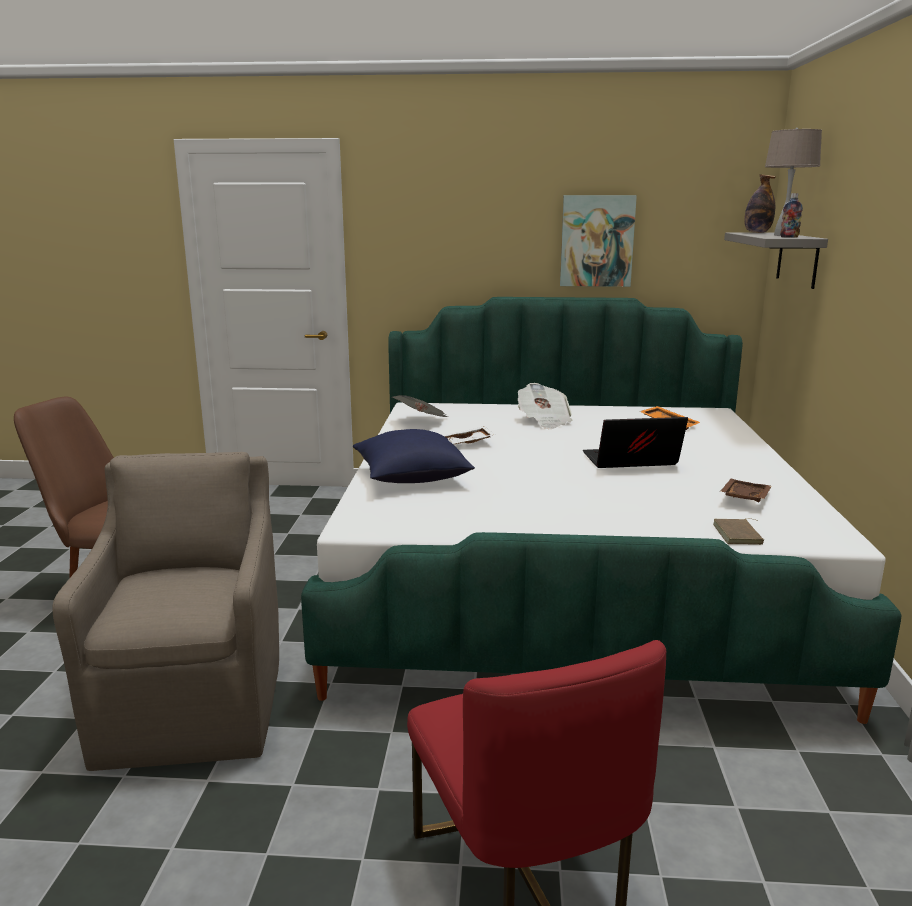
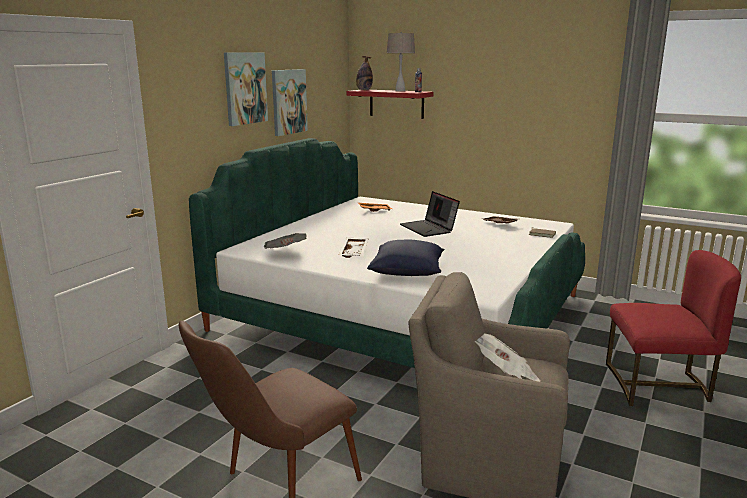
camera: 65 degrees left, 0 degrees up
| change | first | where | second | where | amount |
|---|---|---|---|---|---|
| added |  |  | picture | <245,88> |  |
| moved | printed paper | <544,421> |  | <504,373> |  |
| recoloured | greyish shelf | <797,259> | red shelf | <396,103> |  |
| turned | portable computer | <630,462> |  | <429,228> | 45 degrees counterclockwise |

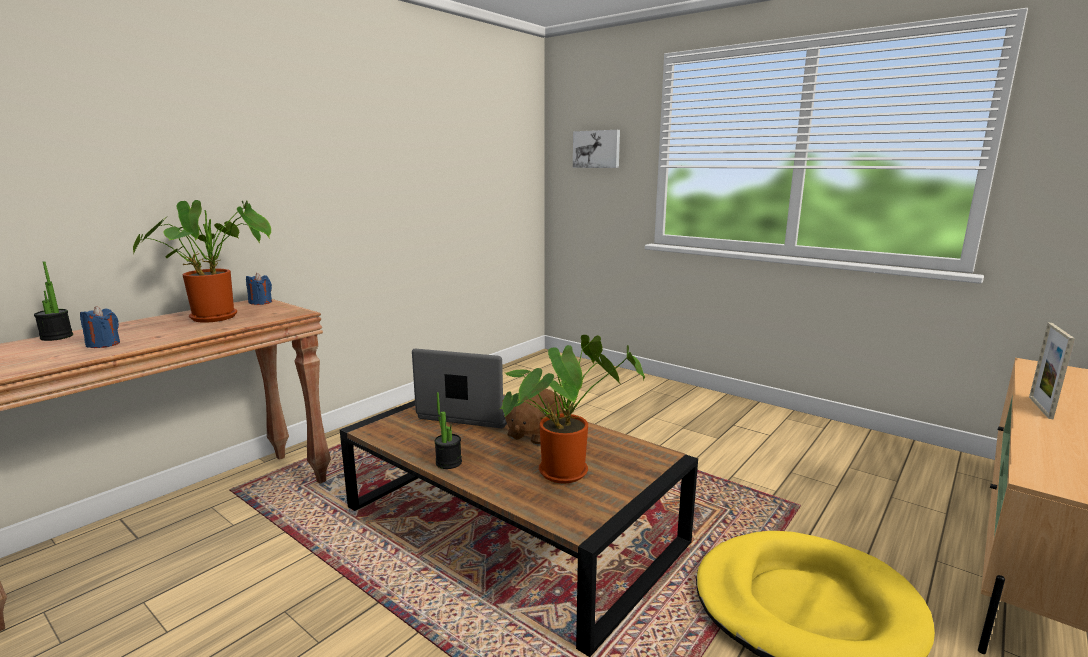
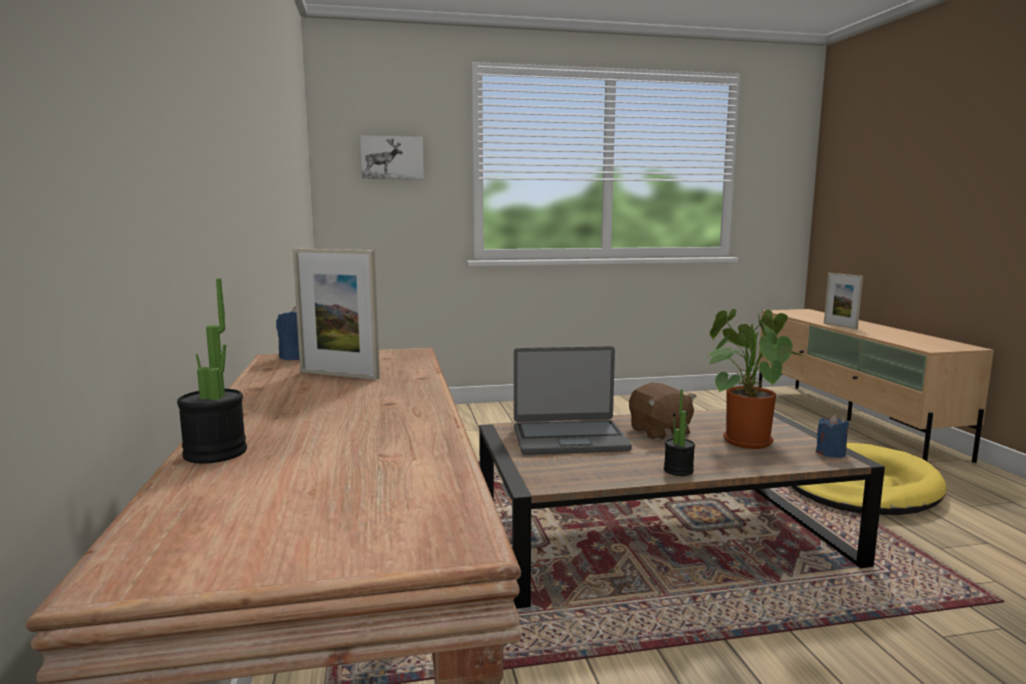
camera: 50 degrees left, 5 degrees down
| change | first | where | second | where | amount |
|---|---|---|---|---|---|
| moved | blue-coloured wax candle | <104,344> |  | <830,453> |  |
| replaced | houseplant | <220,317> | standing frame | <339,375> |  |
| turned | portable computer | <471,411> |  | <569,438> | 150 degrees counterclockwise |

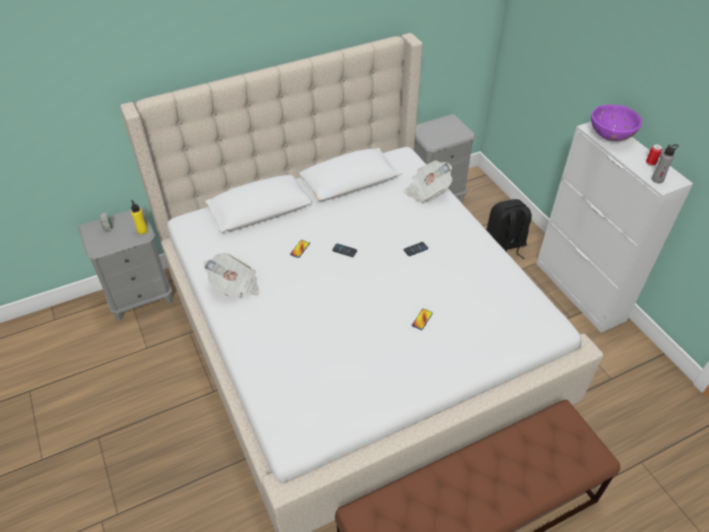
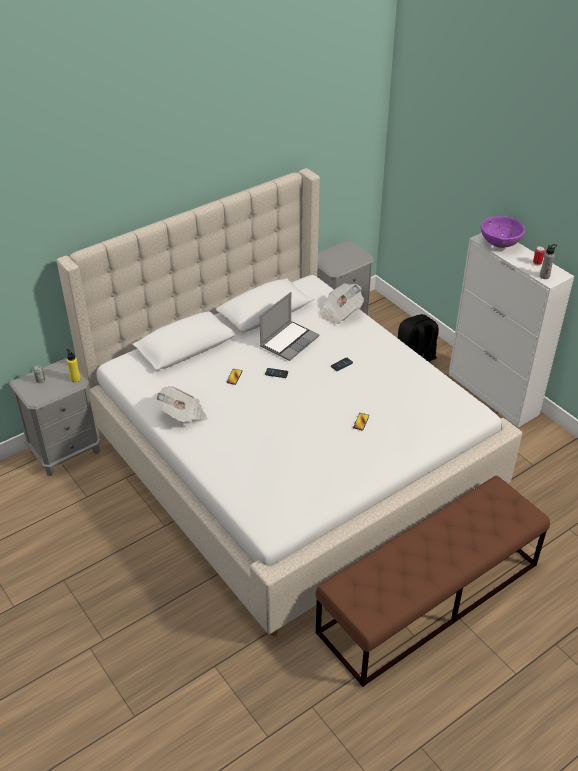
camera: 10 degrees left, 5 degrees down
| change | first | where | second | where | amount |
|---|---|---|---|---|---|
| added |  |  | portable computer | <289,341> |  |

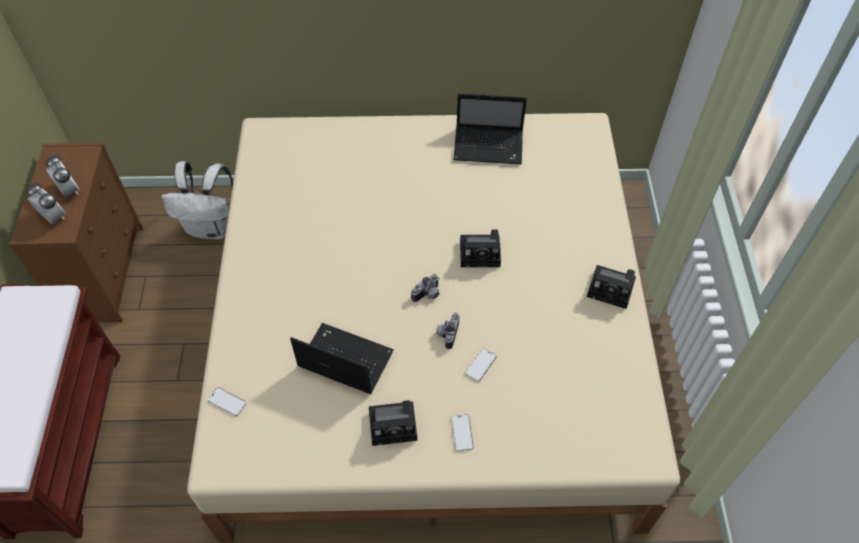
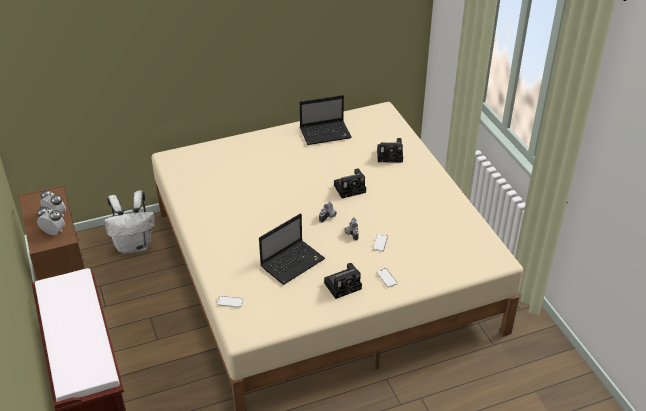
camera: 20 degrees left, 15 degrees down
| change | first | where | second | where | amount |
|---|---|---|---|---|---|
| moved | photo camera | <612,290> |  | <391,155> |  |
| turned | portable computer | <343,360> |  | <293,262> | 135 degrees clockwise |

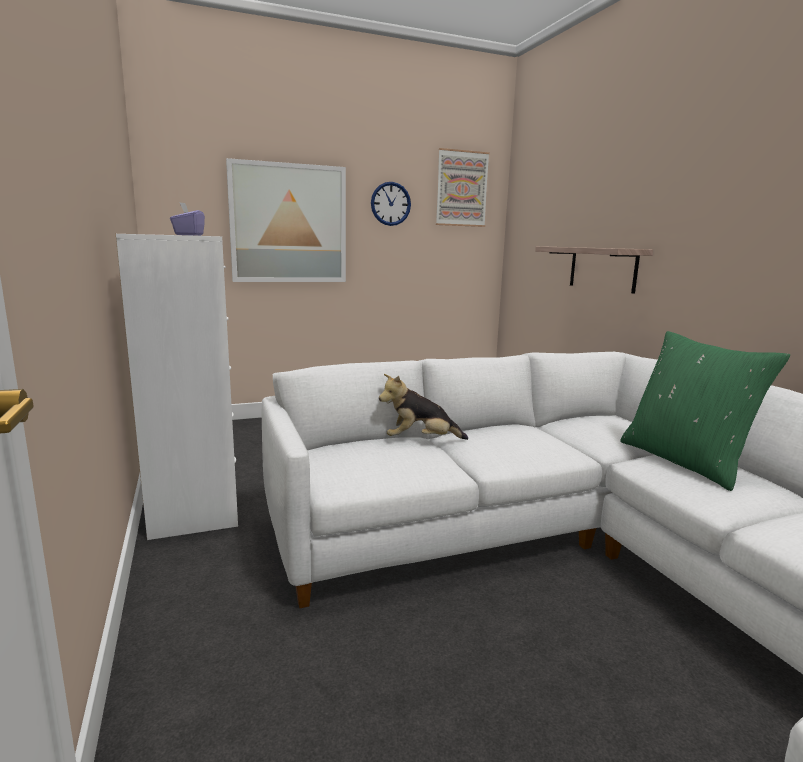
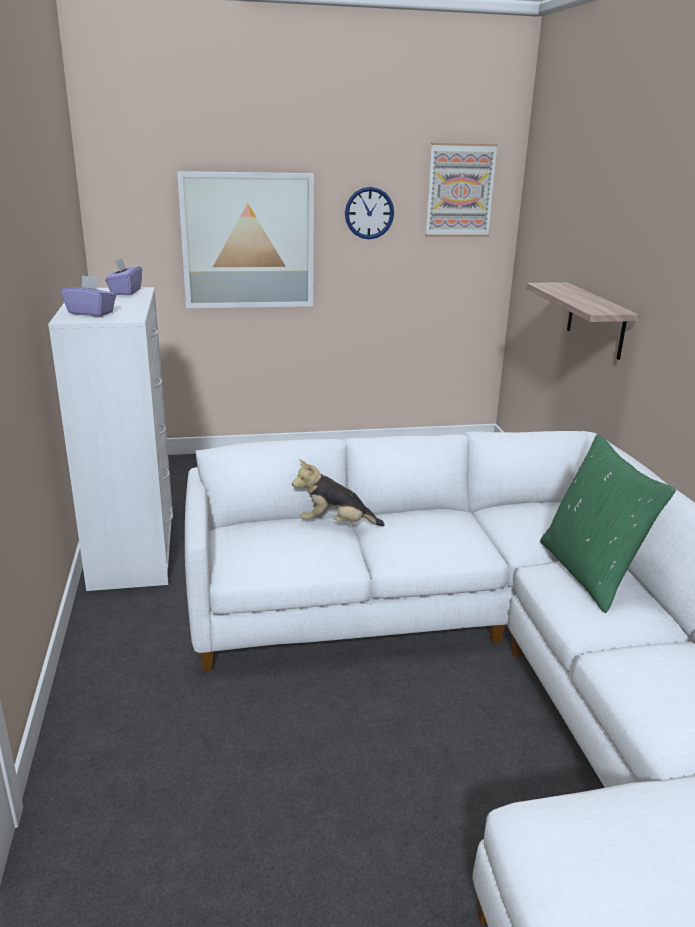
camera: 10 degrees right, 10 degrees up
| change | first | where | second | where | amount |
|---|---|---|---|---|---|
| added |  |  | purple-coloured tissue holder | <91,313> |  |

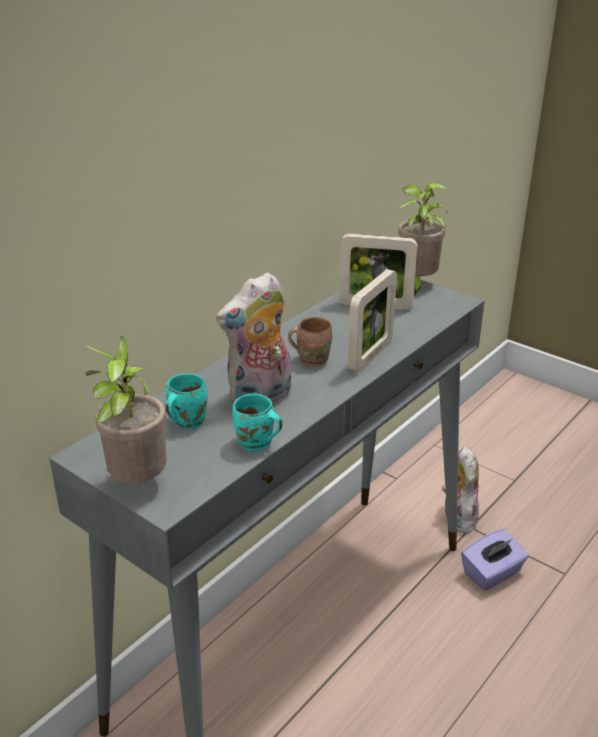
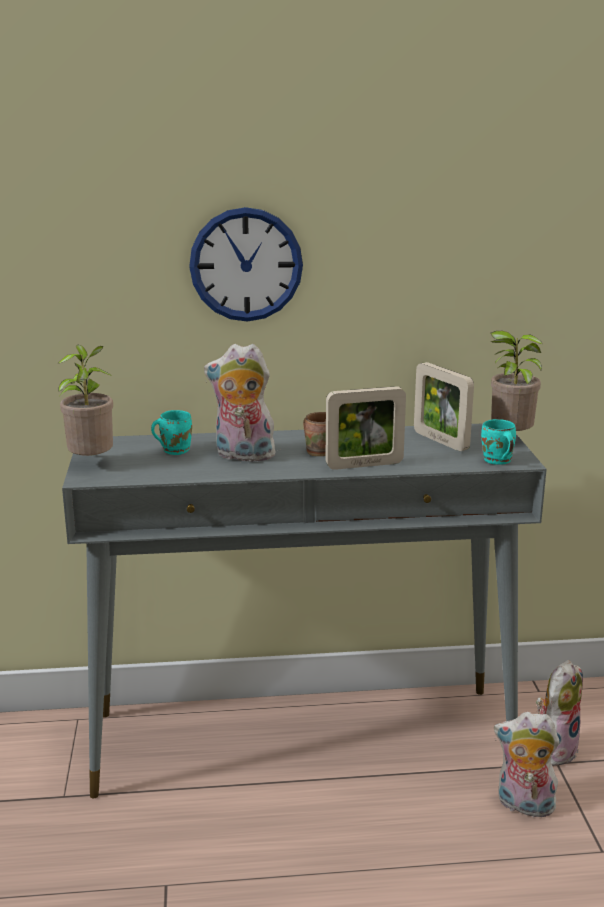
camera: 45 degrees right, 10 degrees down
| change | first | where | second | where | amount |
|---|---|---|---|---|---|
| added |  |  | wall clock | <246,265> |  |
| moved | turquoise-coloured tea mug | <256,444> |  | <496,461> |  |
| replaced | purple-coloured tissue holder | <492,573> | plush toy | <523,806> |  |

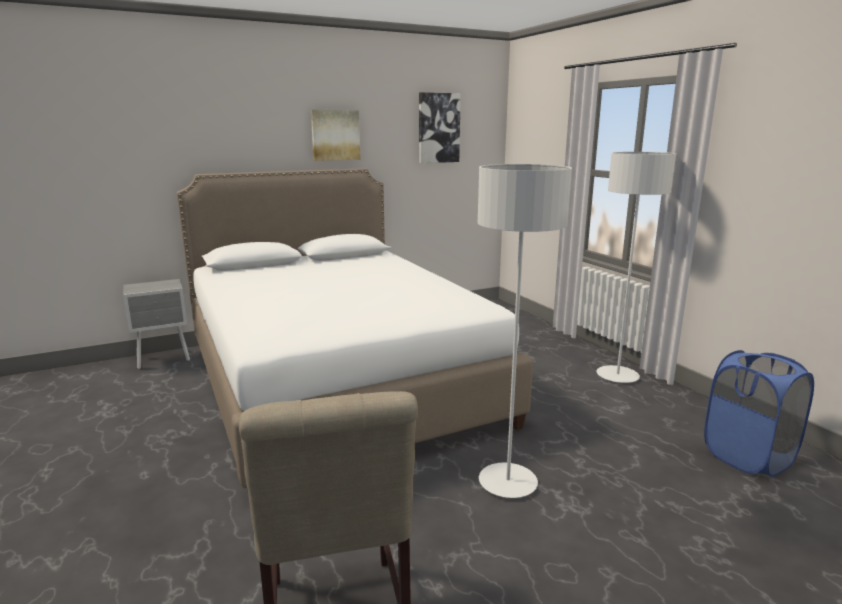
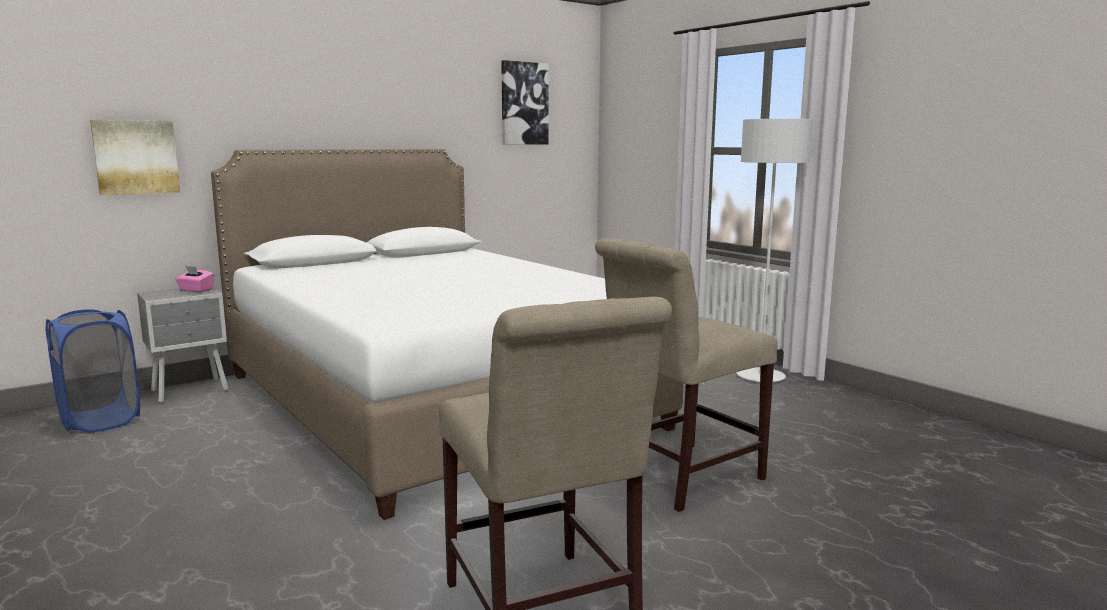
camera: 10 degrees left, 5 degrees down
| change | first | where | second | where | amount |
|---|---|---|---|---|---|
| added |  |  | pinkish tissue holder | <195,290> |  |
| moved | picture | <335,135> |  | <136,157> |  |
| moved | blue-coloured laundry basket | <748,457> |  | <100,420> |  |
| replaced | greyish standard lamp | <507,482> | beige-coloured plain chair | <678,477> |  |

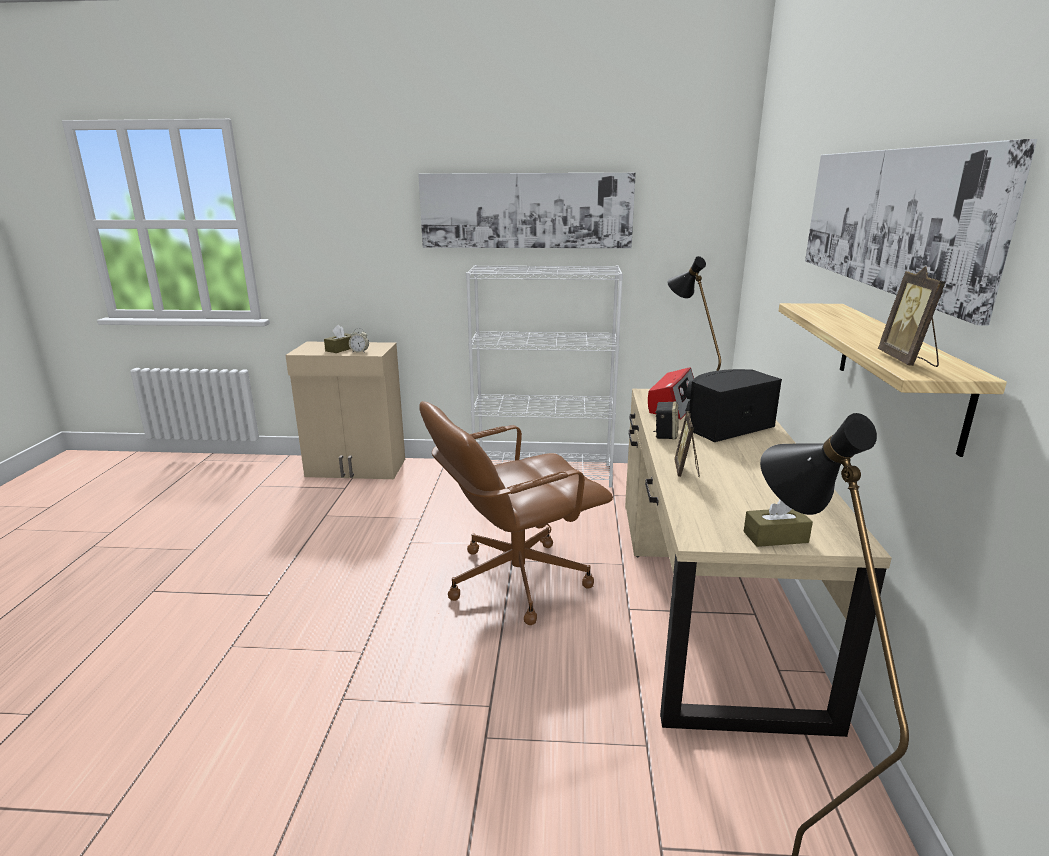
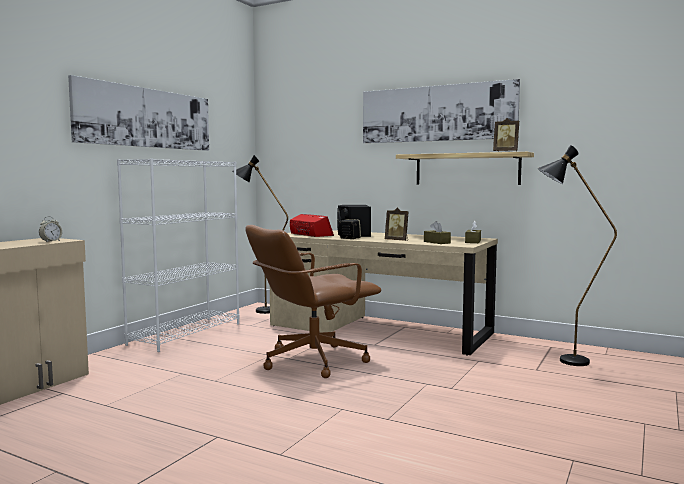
camera: 65 degrees left, 15 degrees down
| change | first | where | second | where | amount |
|---|---|---|---|---|---|
| moved | brownish tissue holder | <341,349> |  | <437,242> |  |
| turned | brownish office chair | <515,579> |  | <312,361> | 60 degrees clockwise |

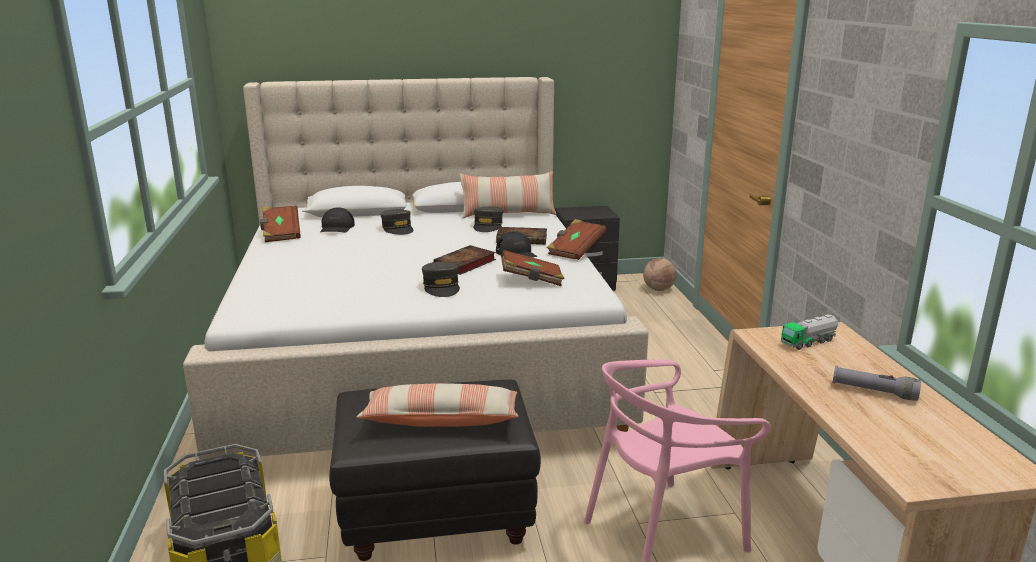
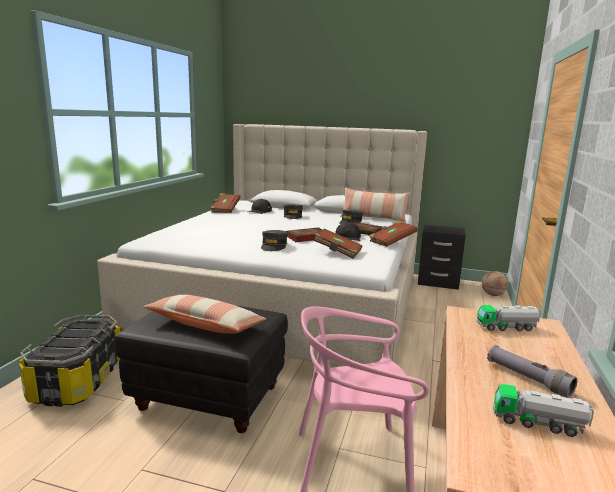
camera: 25 degrees right, 5 degrees down
| change | first | where | second | where | amount |
|---|---|---|---|---|---|
| added |  |  | toy truck | <538,423> |  |

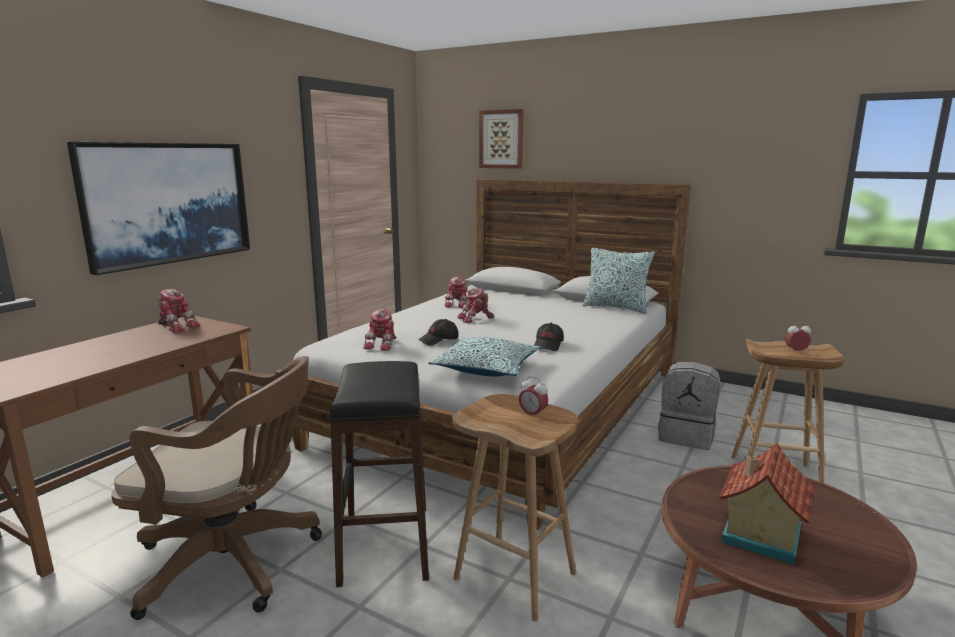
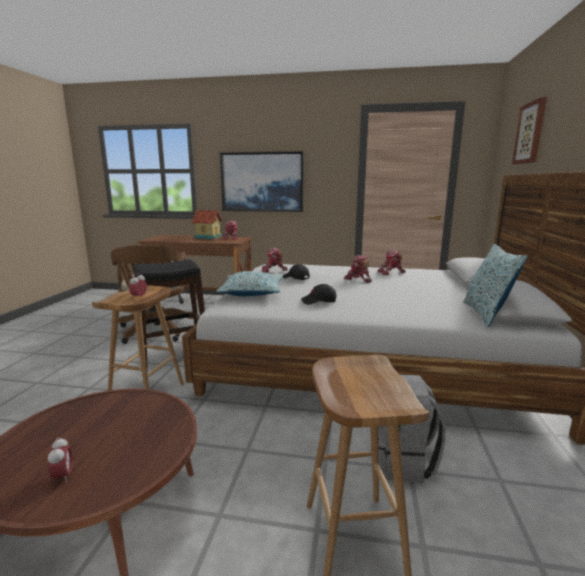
camera: 70 degrees right, 0 degrees up
| change | first | where | second | where | amount |
|---|---|---|---|---|---|
| moved | miniature house | <758,535> |  | <208,237> |  |
| moved | alarm clock | <795,351> |  | <63,476> |  |

